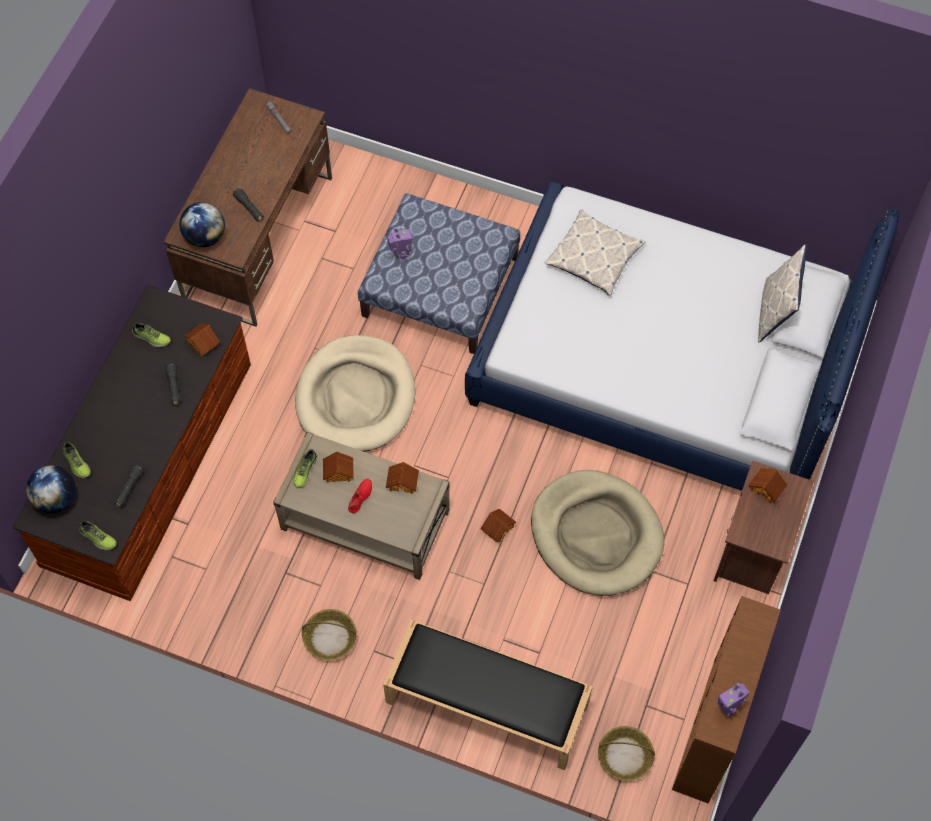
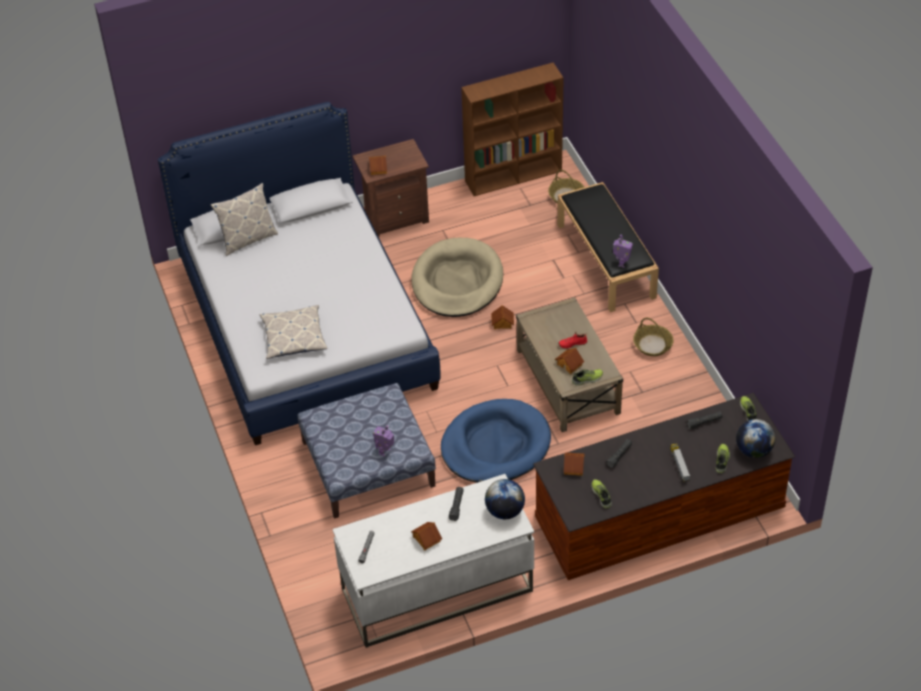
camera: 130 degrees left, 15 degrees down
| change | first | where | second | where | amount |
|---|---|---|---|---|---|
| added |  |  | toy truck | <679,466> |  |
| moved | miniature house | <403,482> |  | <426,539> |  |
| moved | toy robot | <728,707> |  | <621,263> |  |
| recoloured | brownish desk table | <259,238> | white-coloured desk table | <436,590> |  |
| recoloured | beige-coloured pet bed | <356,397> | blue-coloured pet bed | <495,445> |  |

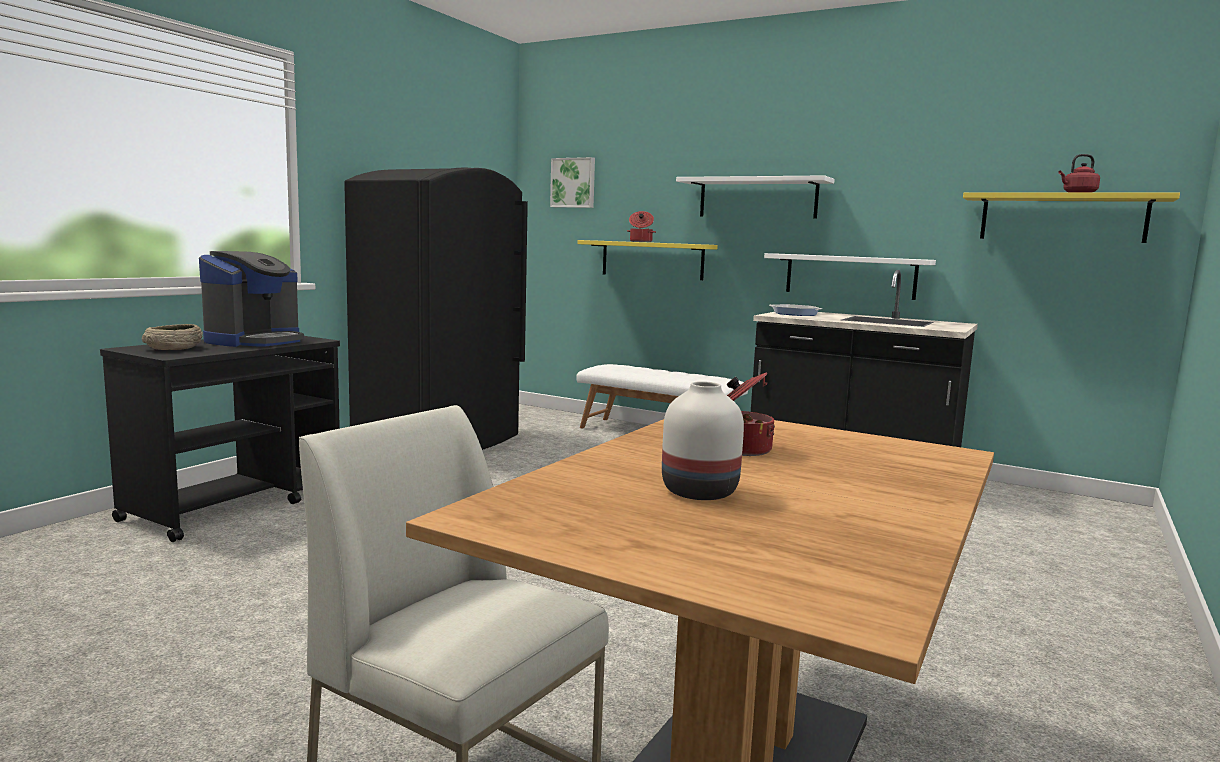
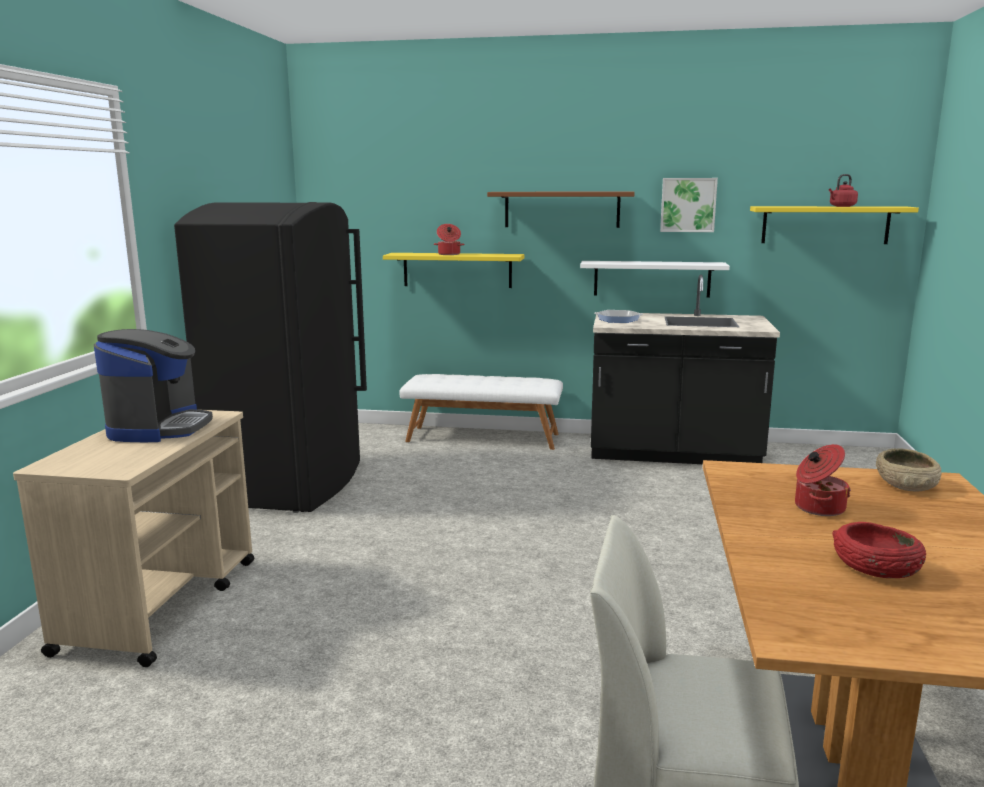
camera: 20 degrees left, 5 degrees up
| change | first | where | second | where | amount |
|---|---|---|---|---|---|
| moved | beige-coloured serving bowl | <174,348> |  | <906,484> |  |
| moved | picture | <573,183> |  | <688,205> |  |
| replaced | white-coloured flower vase | <699,492> | red serving bowl | <874,567> |  |
| recoloured | black trolley | <237,504> | beige-coloured trolley | <161,604> |  |
| recoloured | white-coloured shelf | <757,198> | brownish shelf | <562,209> |  |

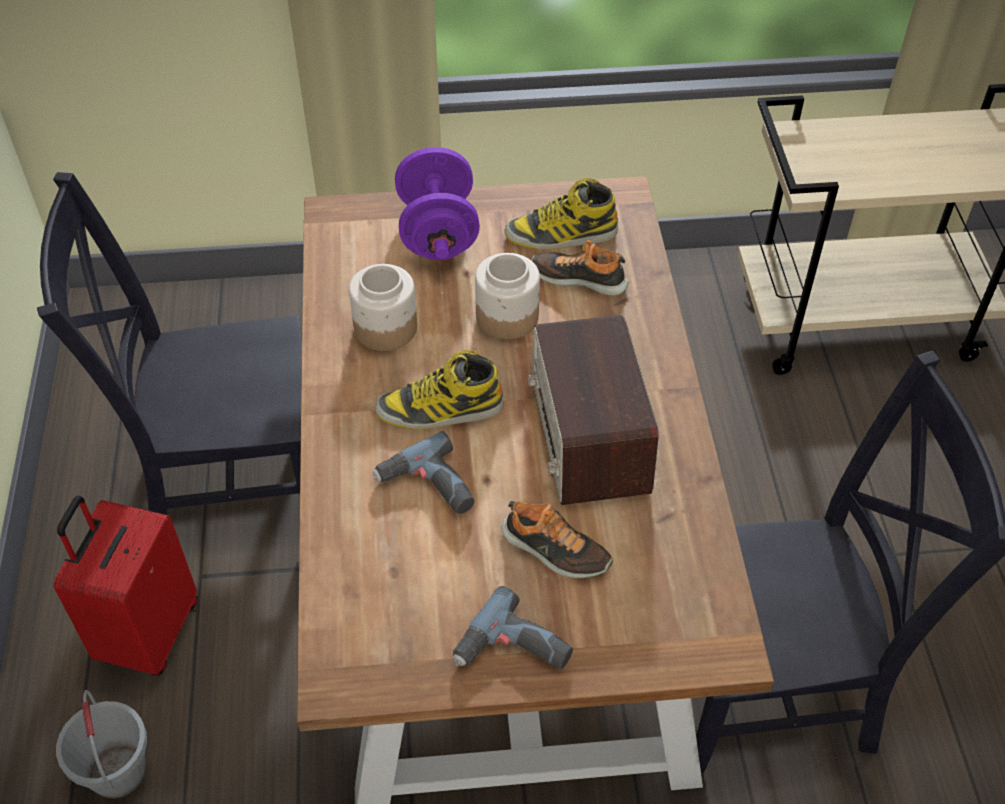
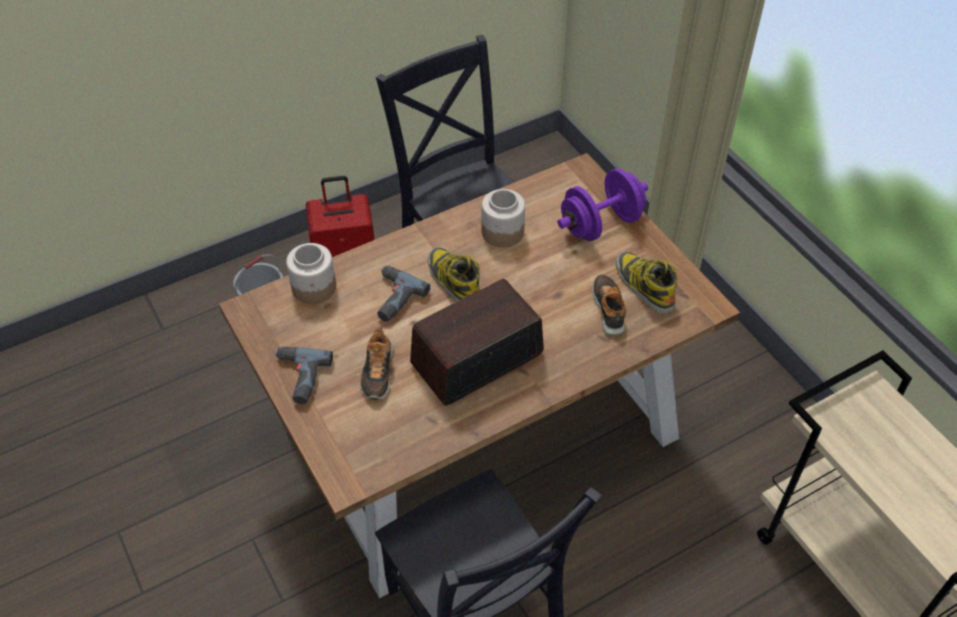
camera: 65 degrees right, 0 degrees up
| change | first | where | second | where | amount |
|---|---|---|---|---|---|
| moved | storage jar | <508,316> |  | <314,287> |  |

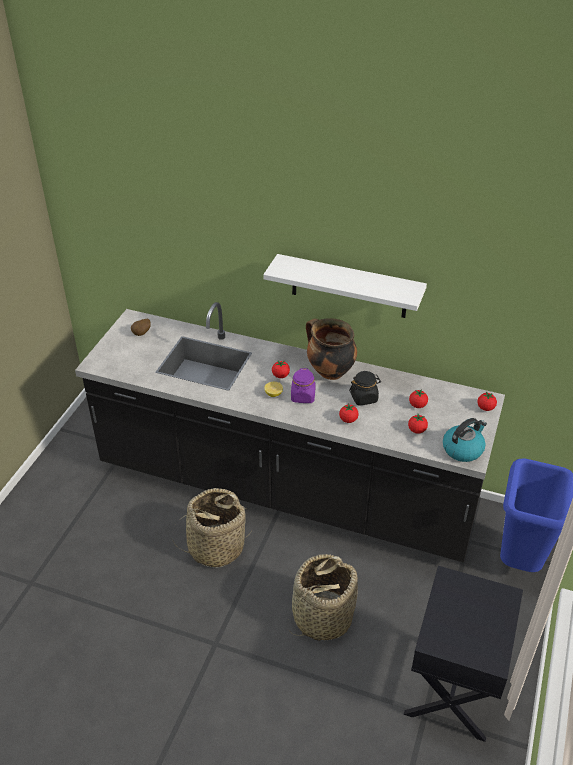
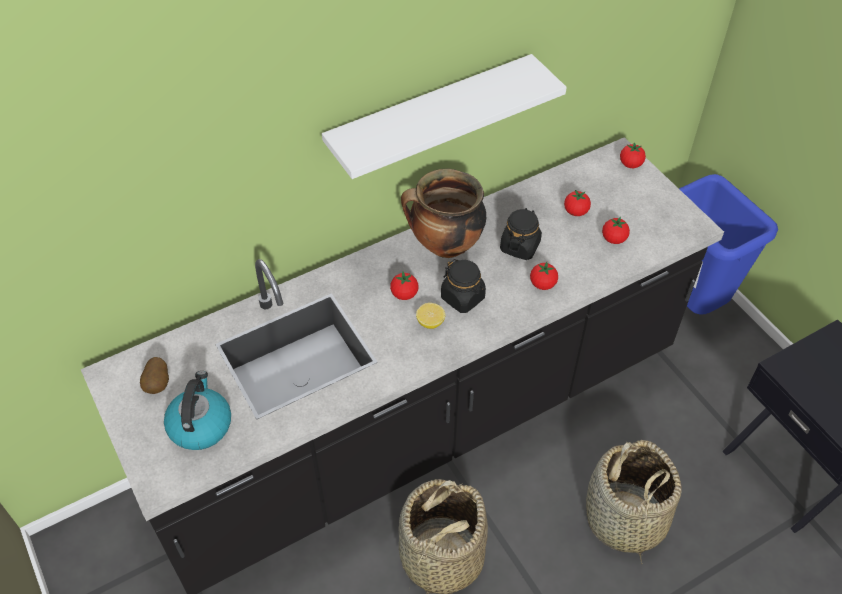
camera: 50 degrees left, 10 degrees up
| change | first | where | second | where | amount |
|---|---|---|---|---|---|
| moved | tea kettle | <463,449> |  | <200,425> |  |
| recoloured | purple-coloured storage jar | <303,396> | black storage jar | <463,298> |  |

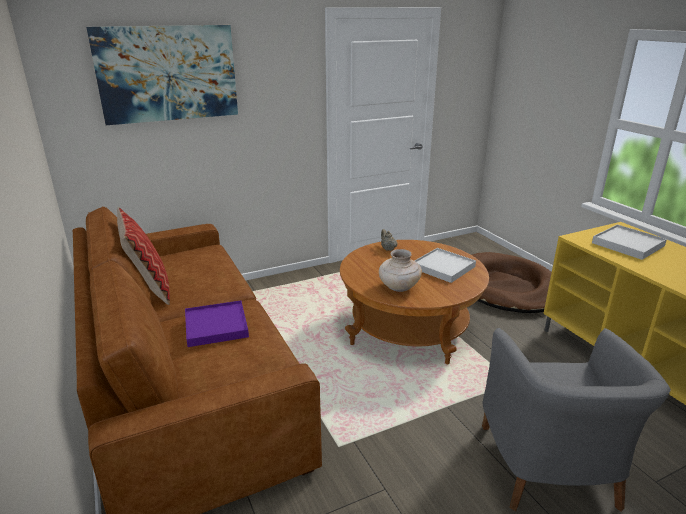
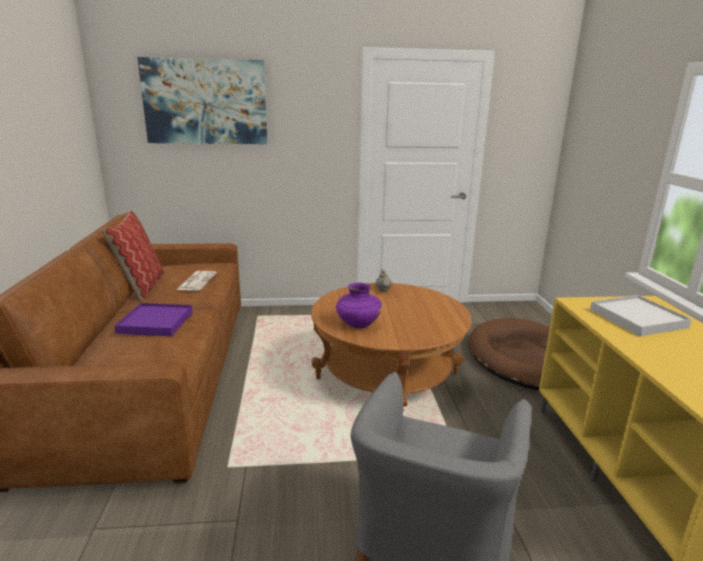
camera: 20 degrees right, 5 degrees down
| change | first | where | second | where | amount |
|---|---|---|---|---|---|
| removed | white-coloured carrying tray | <443,267> |  |  |  |
| added |  |  | printed paper | <197,281> |  |
| recoloured | beige-coloured flower vase | <398,287> | purple-coloured flower vase | <358,324> |  |

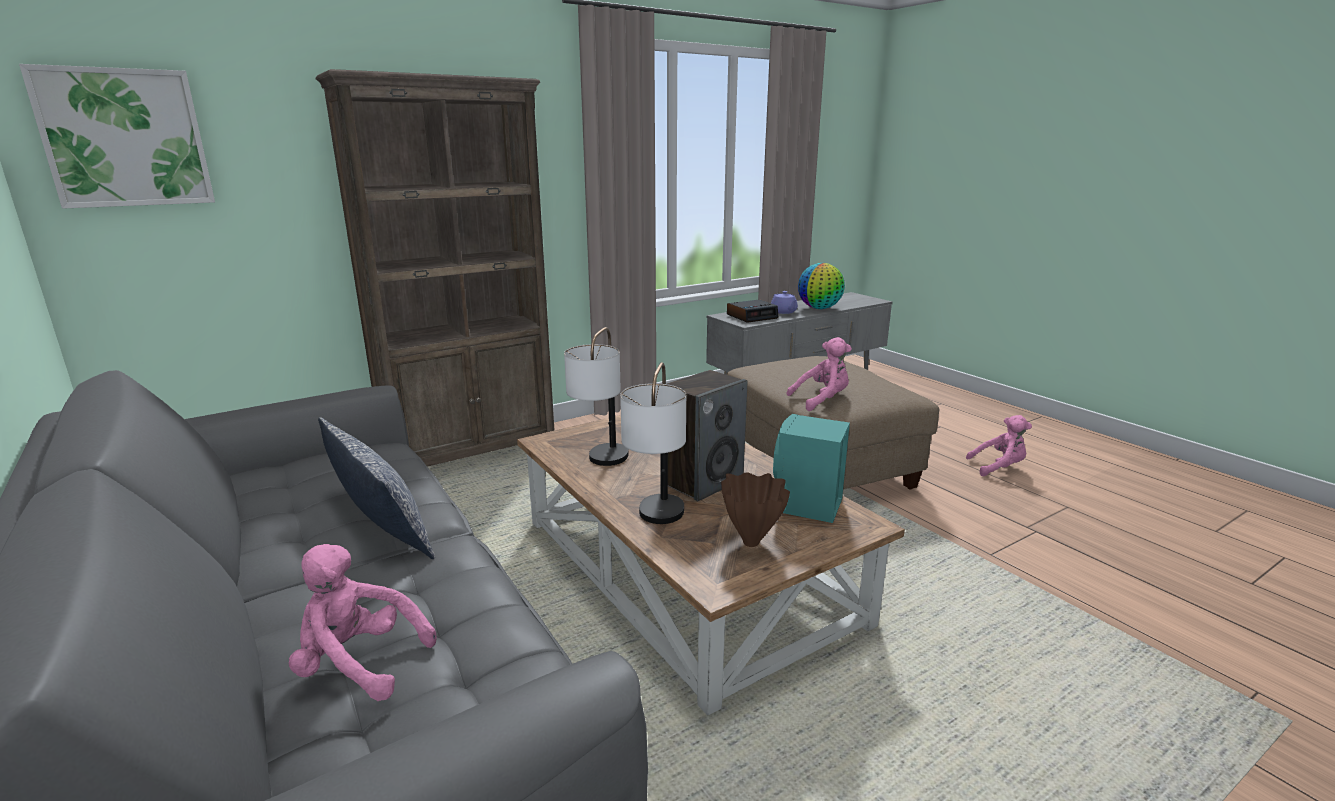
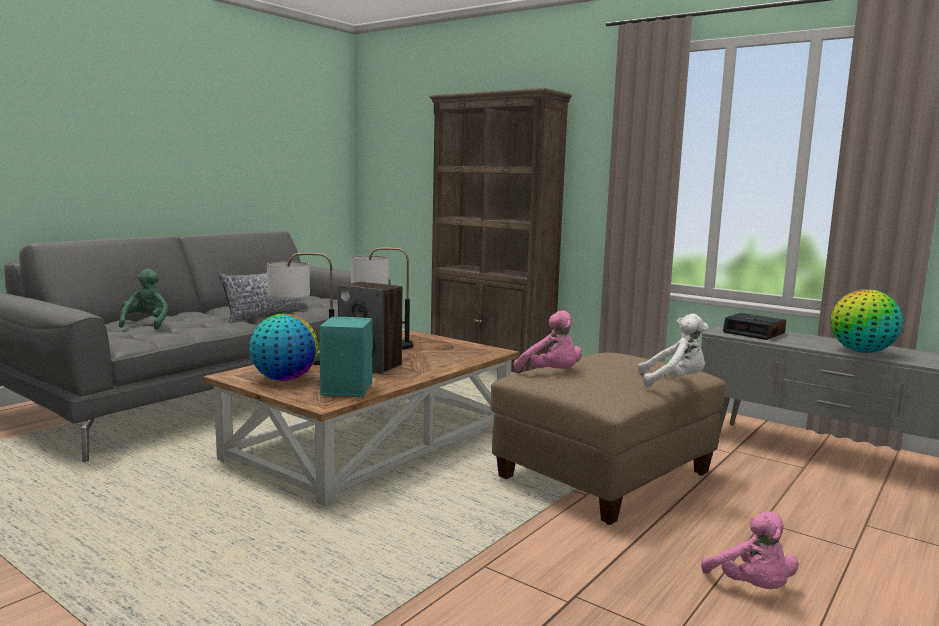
camera: 70 degrees right, 10 degrees down
| change | first | where | second | where | amount |
|---|---|---|---|---|---|
| removed | picture | <125,138> |  |  |  |
| removed | purple-coloured pot for tea | <784,312> |  |  |  |
| added |  |  | white-coloured plush toy | <674,382> |  |
| replaced | brownish flower vase | <752,543> | world globe | <284,379> |  |
| recoloured | pinkish plush toy | <359,664> | greenish plush toy | <146,324> |  |

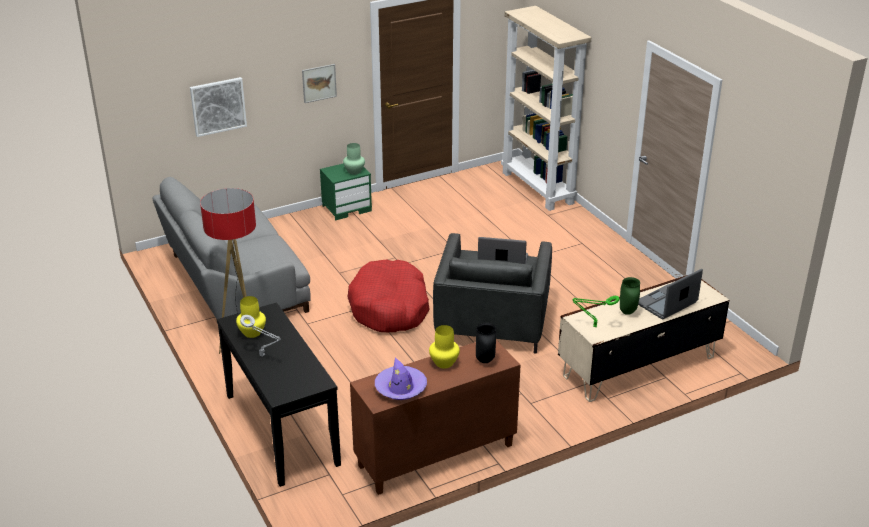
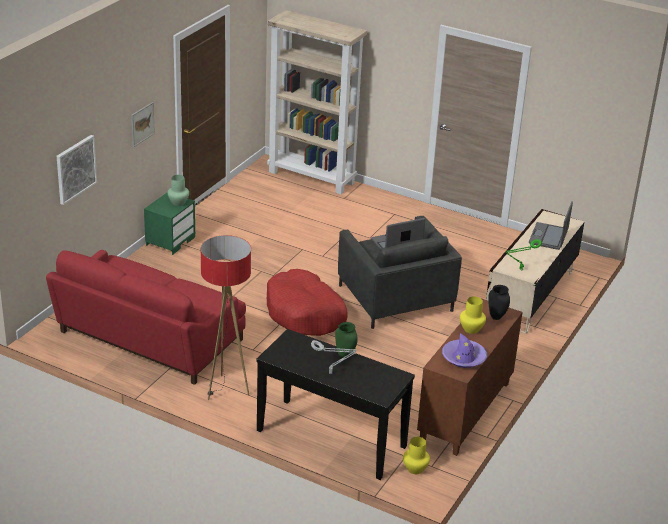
camera: 35 degrees left, 0 degrees up
| change | first | where | second | where | amount |
|---|---|---|---|---|---|
| moved | yellow flower vase | <252,332> |  | <415,468> |  |
| moved | greenish flower vase | <627,312> |  | <344,356> |  |
| recoloured | greyish couch | <235,283> | red couch | <149,337> |  |

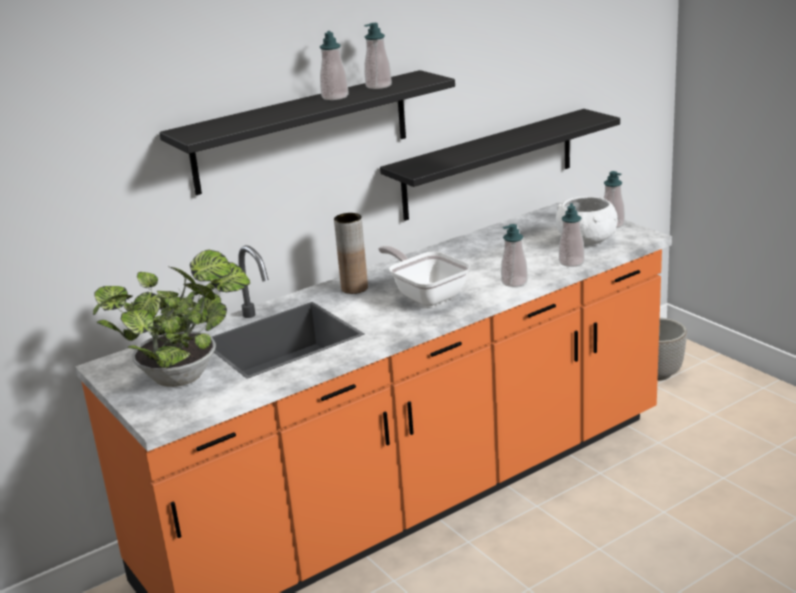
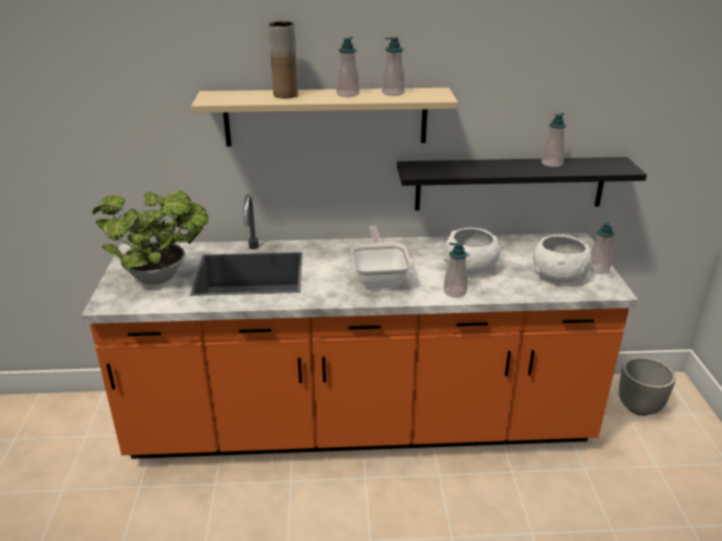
camera: 30 degrees right, 5 degrees up
| change | first | where | second | where | amount |
|---|---|---|---|---|---|
| added |  |  | white-coloured serving bowl | <470,267> |  |
| moved | brownish flower vase | <354,288> |  | <285,95> |  |
| moved | soap bottle | <571,262> |  | <551,163> |  |
| recoloured | black shelf | <302,132> | beige-coloured shelf | <326,117> |  |

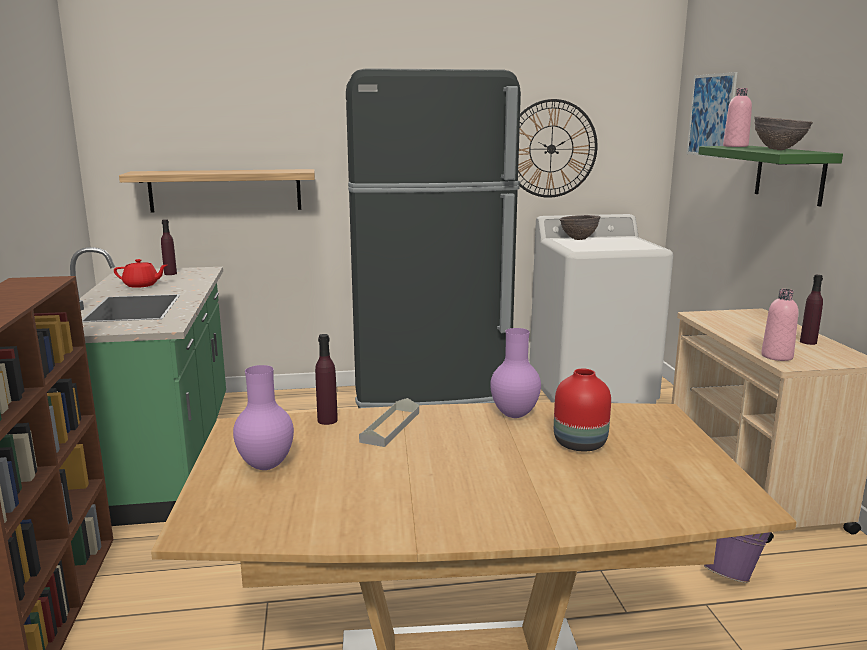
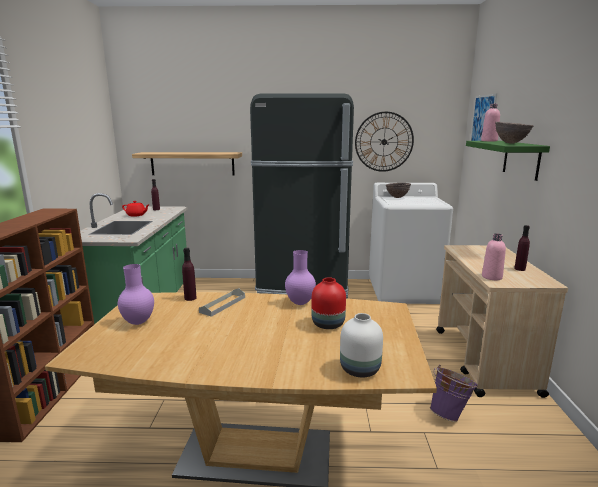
camera: 10 degrees right, 0 degrees up
| change | first | where | second | where | amount |
|---|---|---|---|---|---|
| added |  |  | white-coloured flower vase | <360,369> |  |

